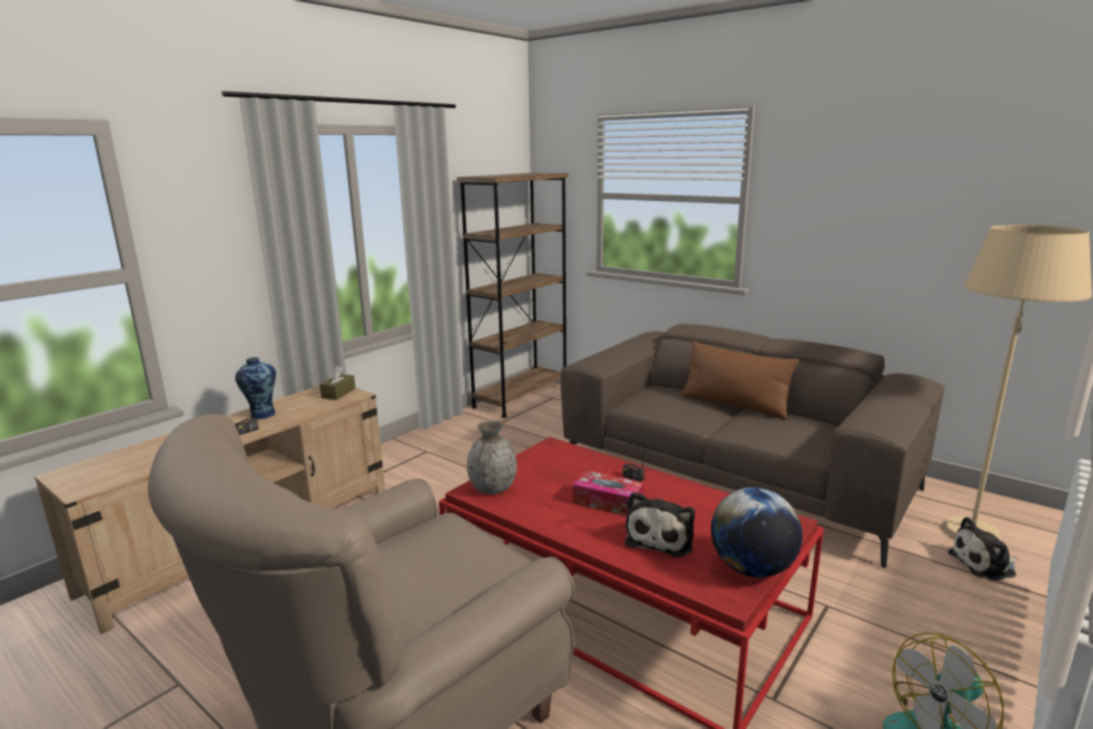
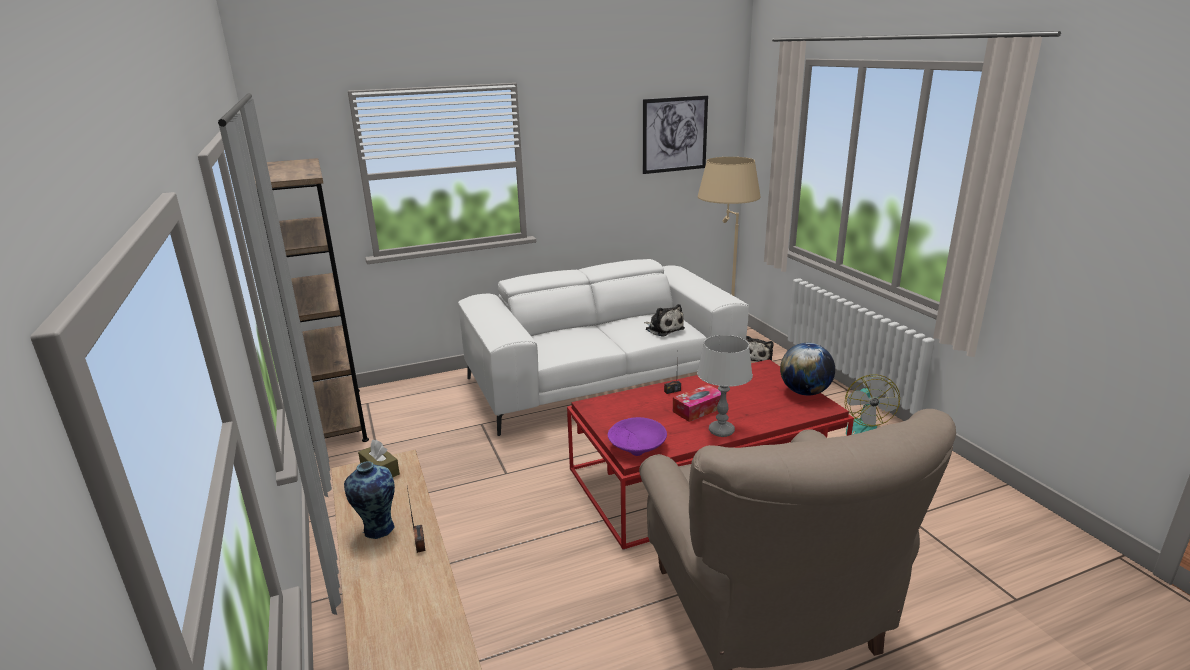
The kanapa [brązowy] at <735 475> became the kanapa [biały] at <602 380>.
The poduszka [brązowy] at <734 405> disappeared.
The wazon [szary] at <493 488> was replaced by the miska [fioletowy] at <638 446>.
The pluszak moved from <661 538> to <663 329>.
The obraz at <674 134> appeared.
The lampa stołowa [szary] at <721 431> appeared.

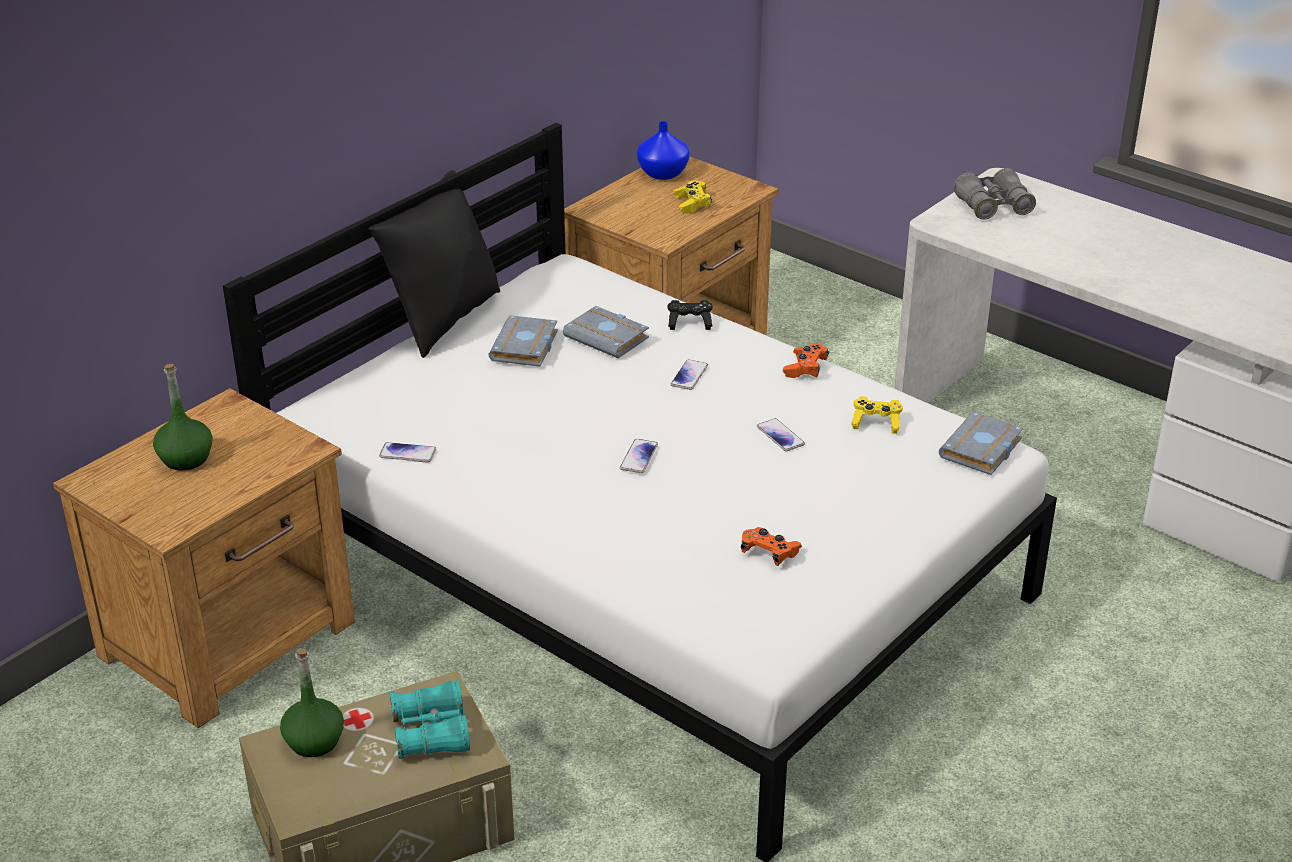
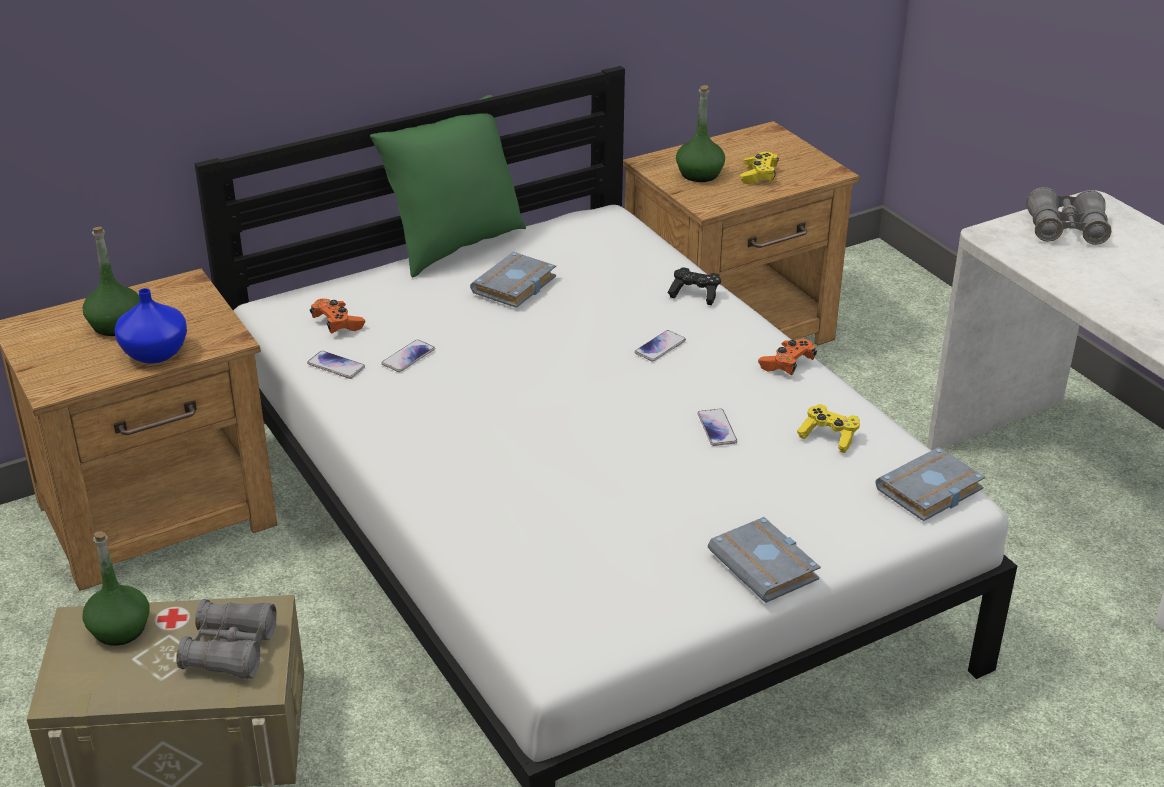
The wazon [niebieski] moved from <661 173> to <154 352>.
The poduszka [czarny] at <442 320> became the poduszka [zielony] at <454 245>.
The książka [szary] moved from <609 337> to <767 566>.
The telefon moved from <638 457> to <408 357>.
The pad do gier [pomarańczowy] moved from <769 553> to <337 324>.
The lornetka [turkusowy] at <431 732> became the lornetka [szary] at <230 650>.
The butelka [zielony] at <699 174> appeared.

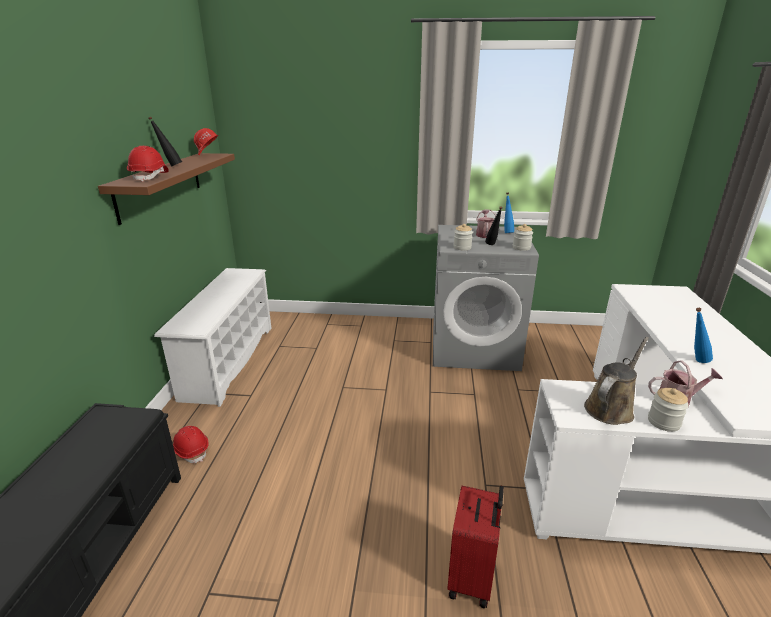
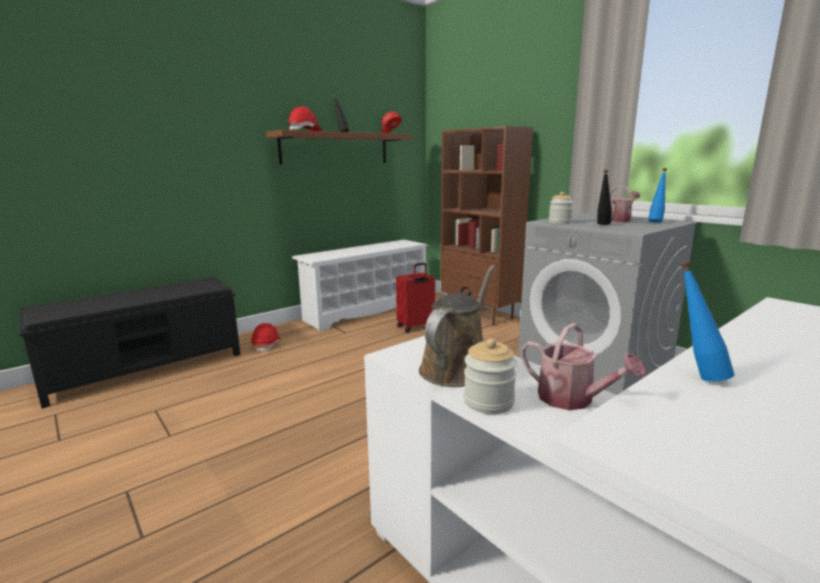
The słoik at <521 248> disappeared.
The konewka [brązowy] at <611 408> turned 60 degrees counterclockwise.
The walizka [czerwony] moved from <472 578> to <415 327>.
The regał [brązowy] at <480 314> appeared.

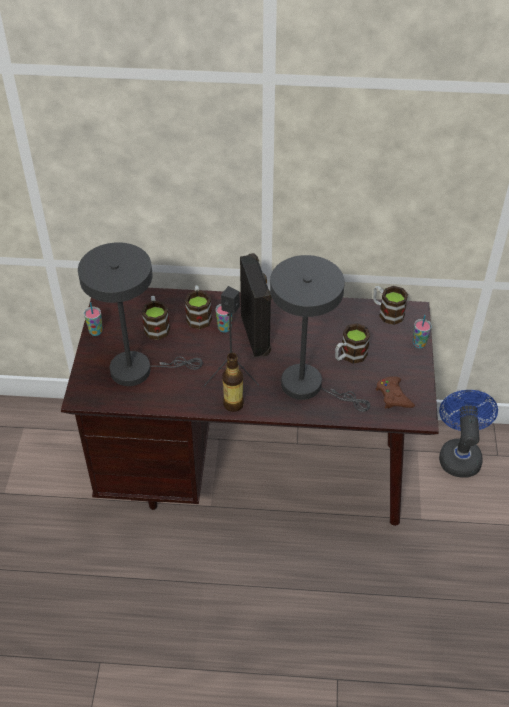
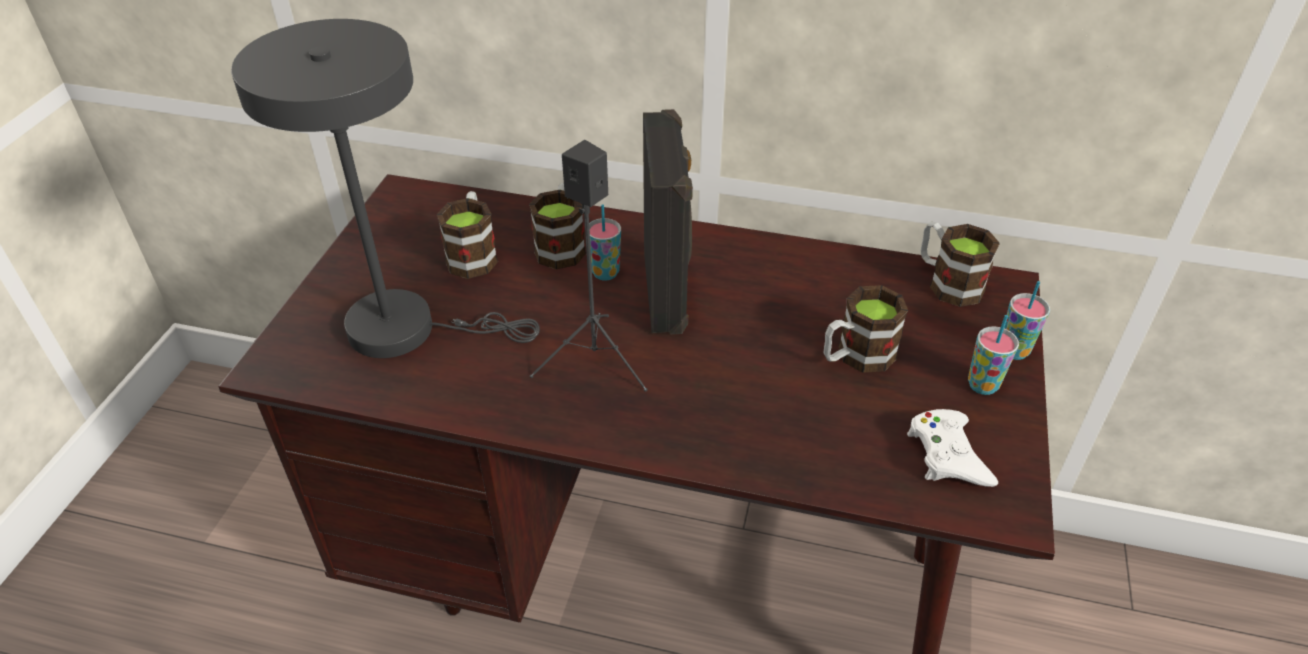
The lampa stołowa [szary] at <309 386> disappeared.
The filiżanka moved from <95 331> to <982 385>.
The butelka at <233 404> disappeared.
The pad do gier [brązowy] at <393 396> became the pad do gier [biały] at <948 455>.
The wentylator [niebieski] at <459 454> disappeared.

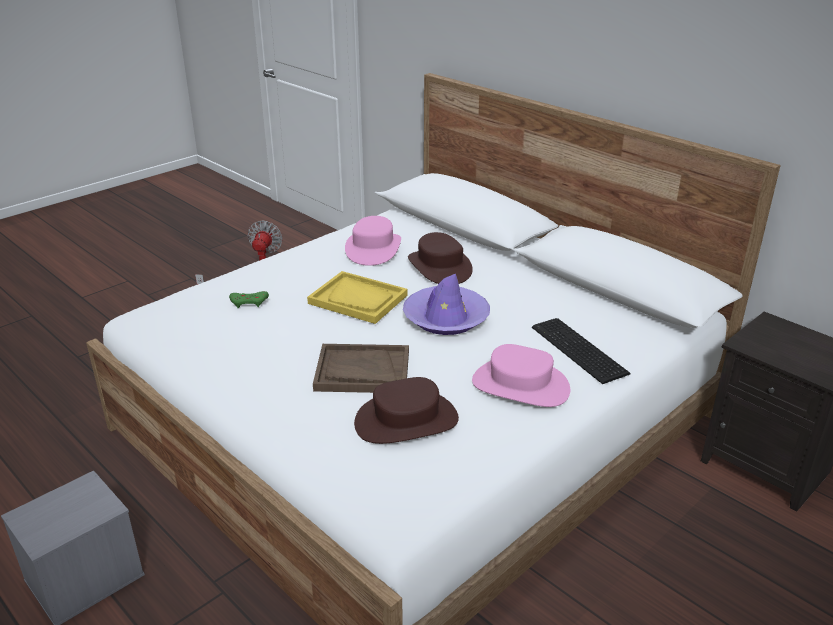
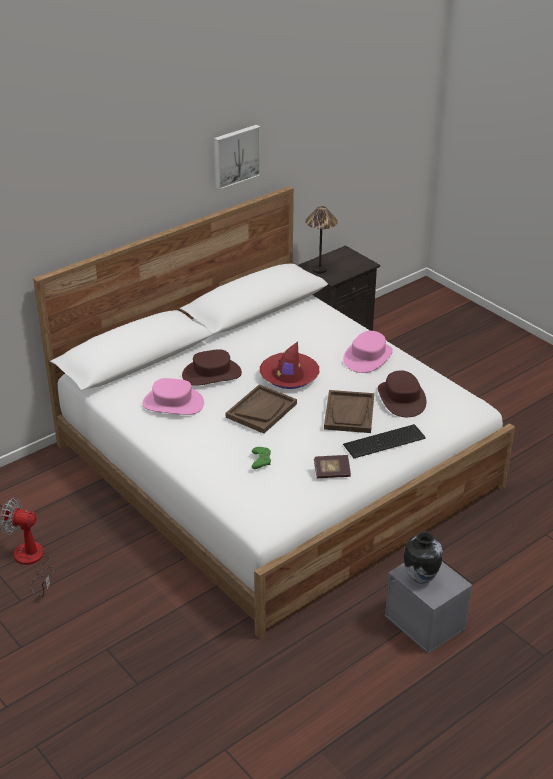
The taca [żółty] at <358 299> became the taca [brązowy] at <261 410>.
The kapelusz [fioletowy] at <446 318> became the kapelusz [czerwony] at <289 376>.
The klawiatura moved from <578 351> to <386 442>.
The obraz at <236 156> appeared.
The lampa stołowa at <320 270> appeared.
The książka at <332 472> appeared.
The wazon at <420 577> appeared.

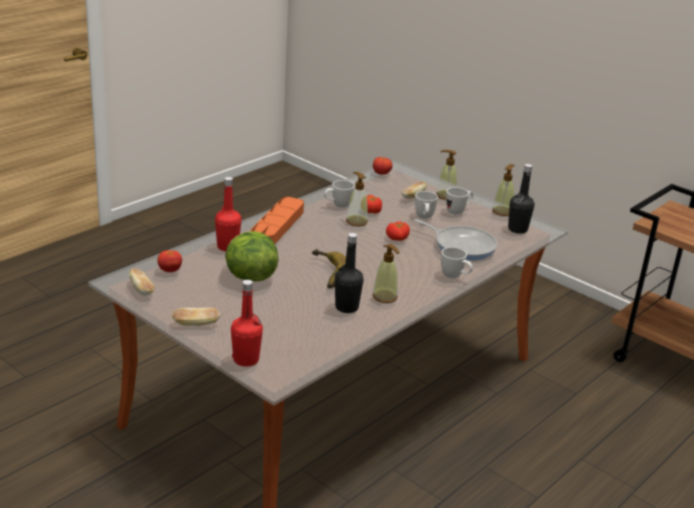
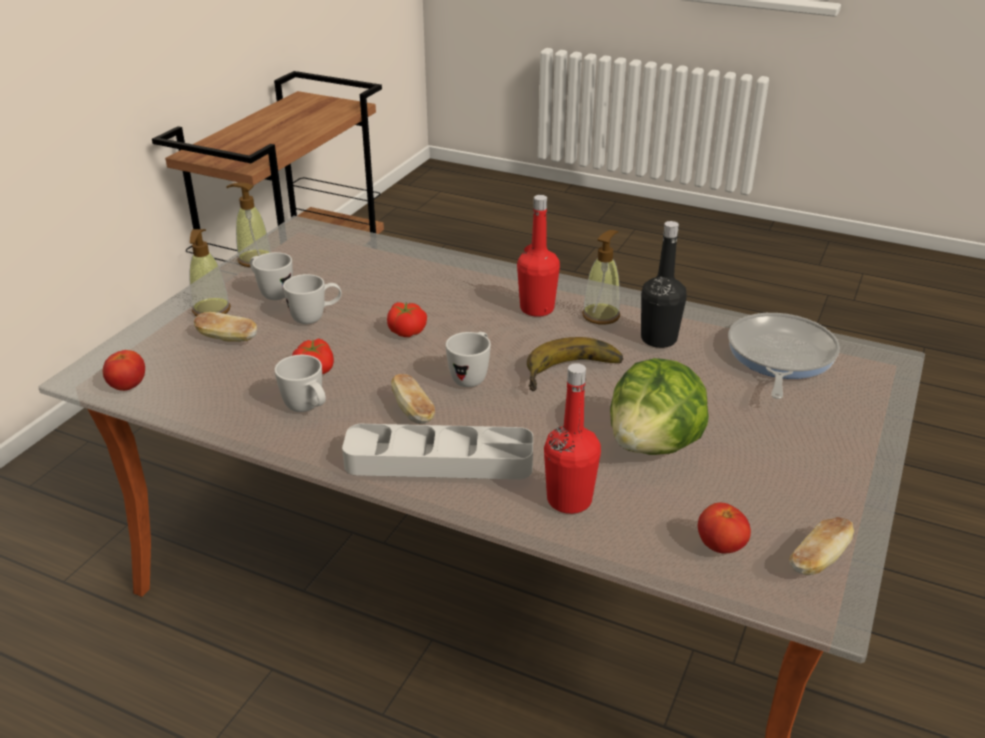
The butelka [czarny] at <517 229> disappeared.
The dozownik mydła at <356 221> disappeared.
The taca [pomarańczowy] at <277 226> became the taca [szary] at <439 460>.
The patelnia moved from <462 246> to <779 357>.
The kubek [biały] moved from <455 277> to <472 376>.
The butelka [czerwony] moved from <246 360> to <537 308>.
The chleb moved from <196 324> to <413 411>.

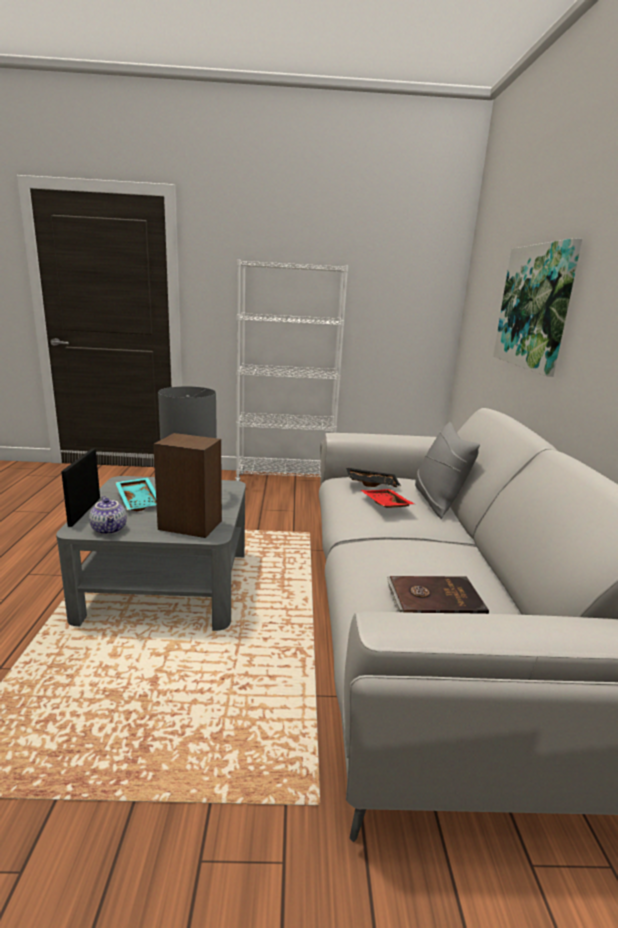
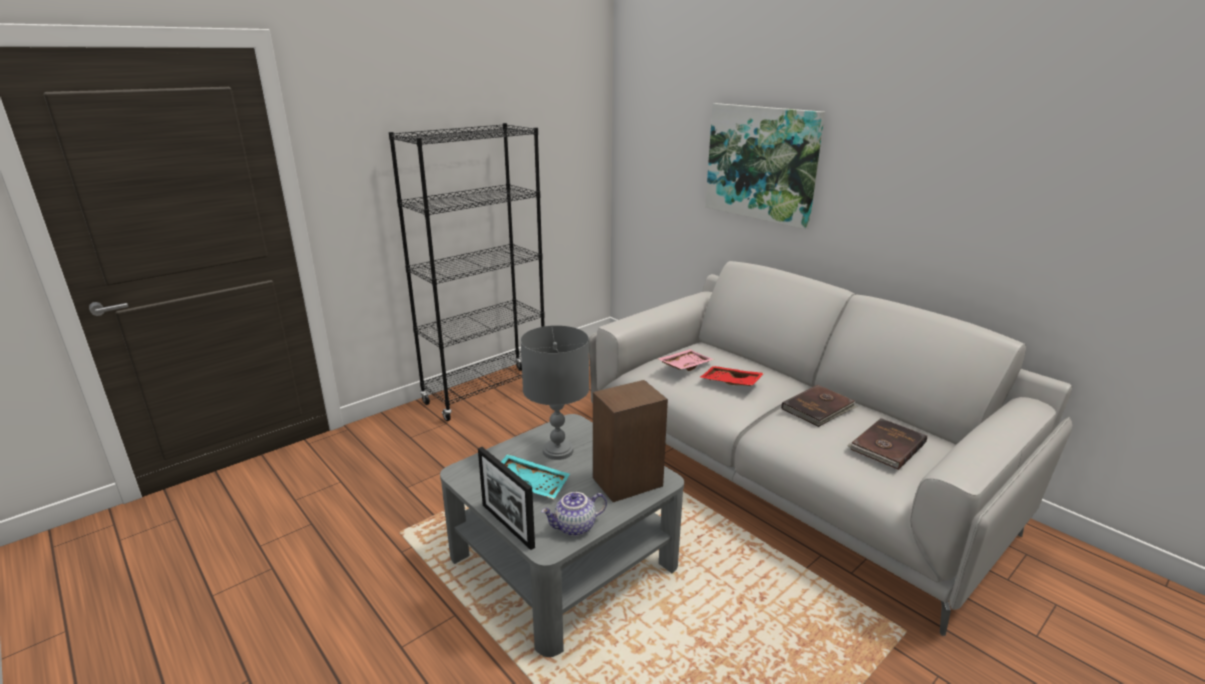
The regał [biały] at <285 482> became the regał [czarny] at <486 393>.
The poduszka [szary] at <438 501> disappeared.
The taca [czarny] at <372 483> became the taca [różowy] at <684 366>.
The imbryk at <110 529> turned 135 degrees clockwise.
The książka [brązowy] at <819 408> appeared.

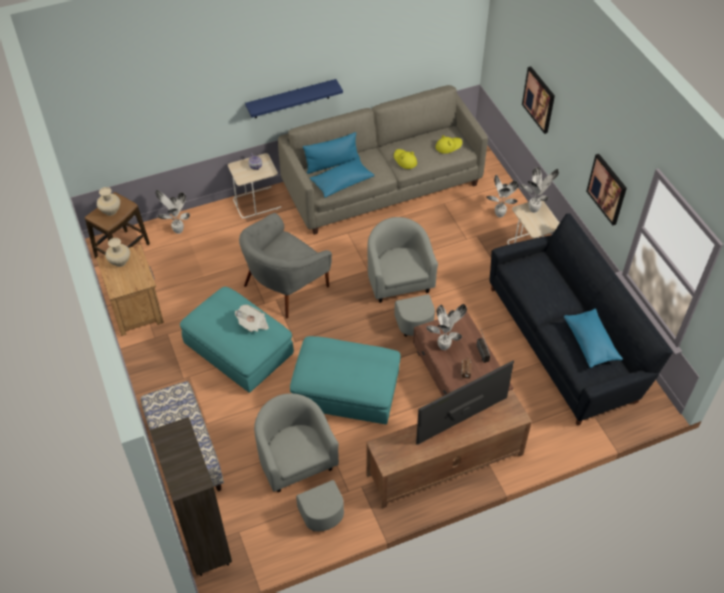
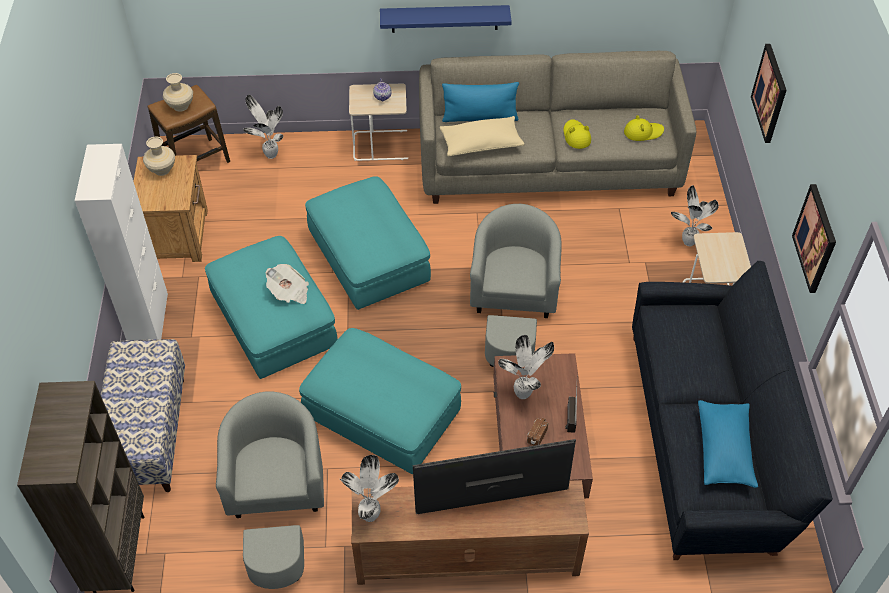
The poduszka [niebieski] at <342 183> became the poduszka [beżowy] at <481 144>.
The roślina doniczkowa moved from <535 209> to <371 516>.
The fotel [szary] at <285 285> was replaced by the pufa [turkusowy] at <367 257>.
The szafka [biały] at <149 320> appeared.

